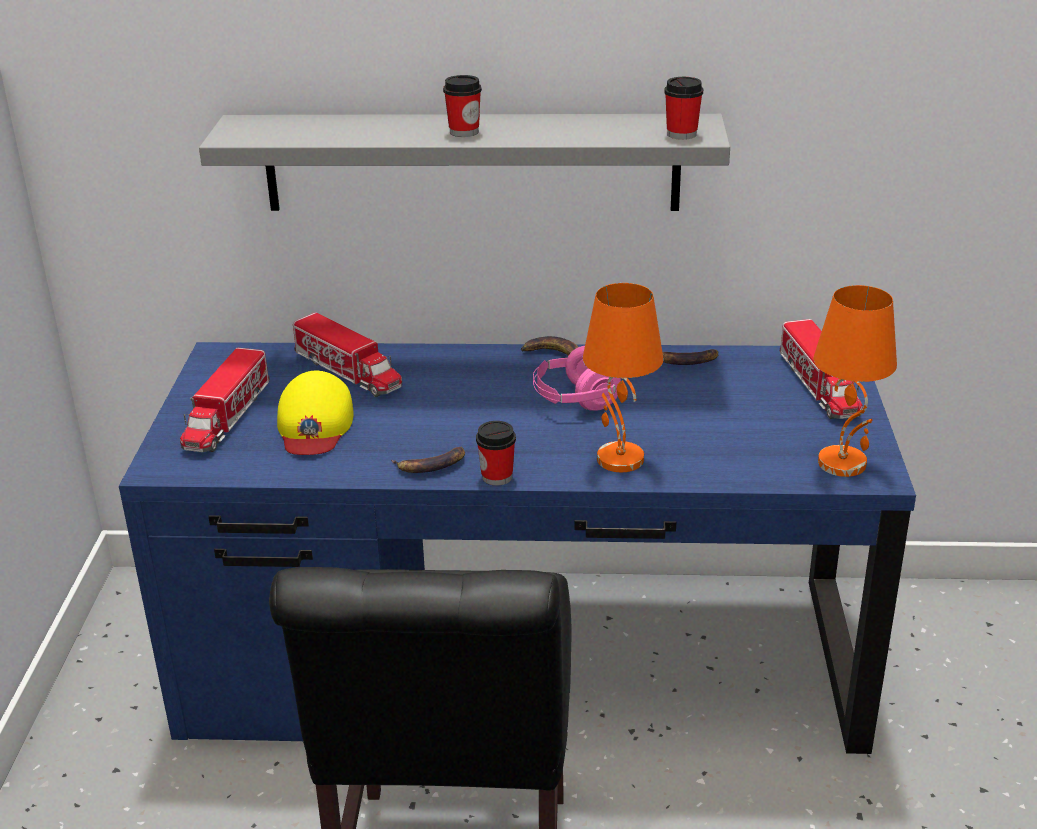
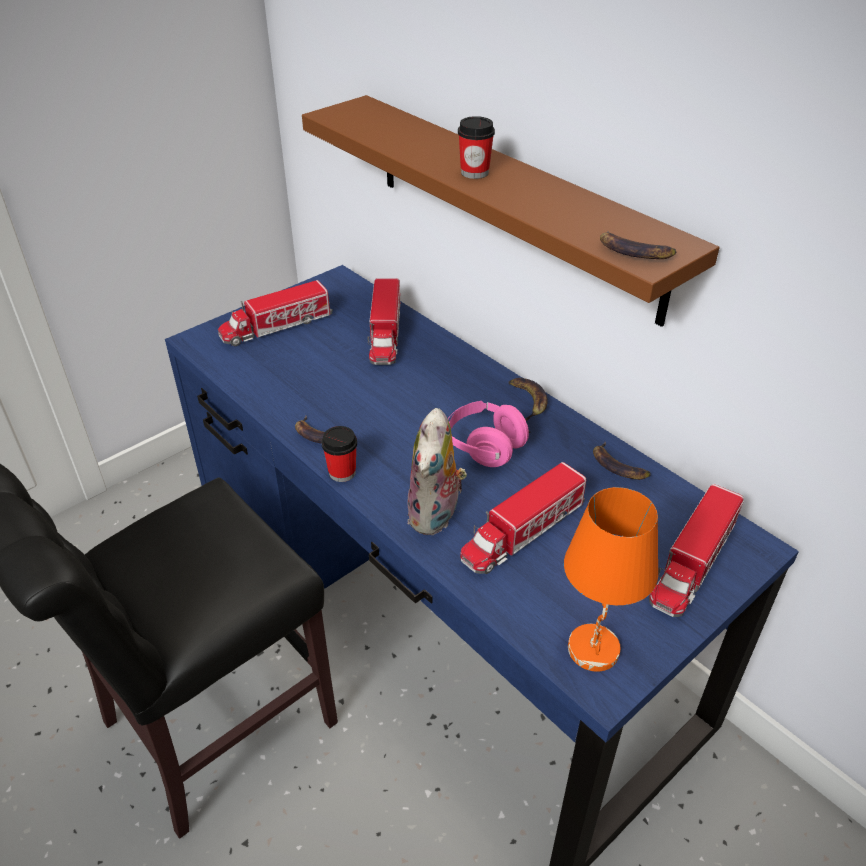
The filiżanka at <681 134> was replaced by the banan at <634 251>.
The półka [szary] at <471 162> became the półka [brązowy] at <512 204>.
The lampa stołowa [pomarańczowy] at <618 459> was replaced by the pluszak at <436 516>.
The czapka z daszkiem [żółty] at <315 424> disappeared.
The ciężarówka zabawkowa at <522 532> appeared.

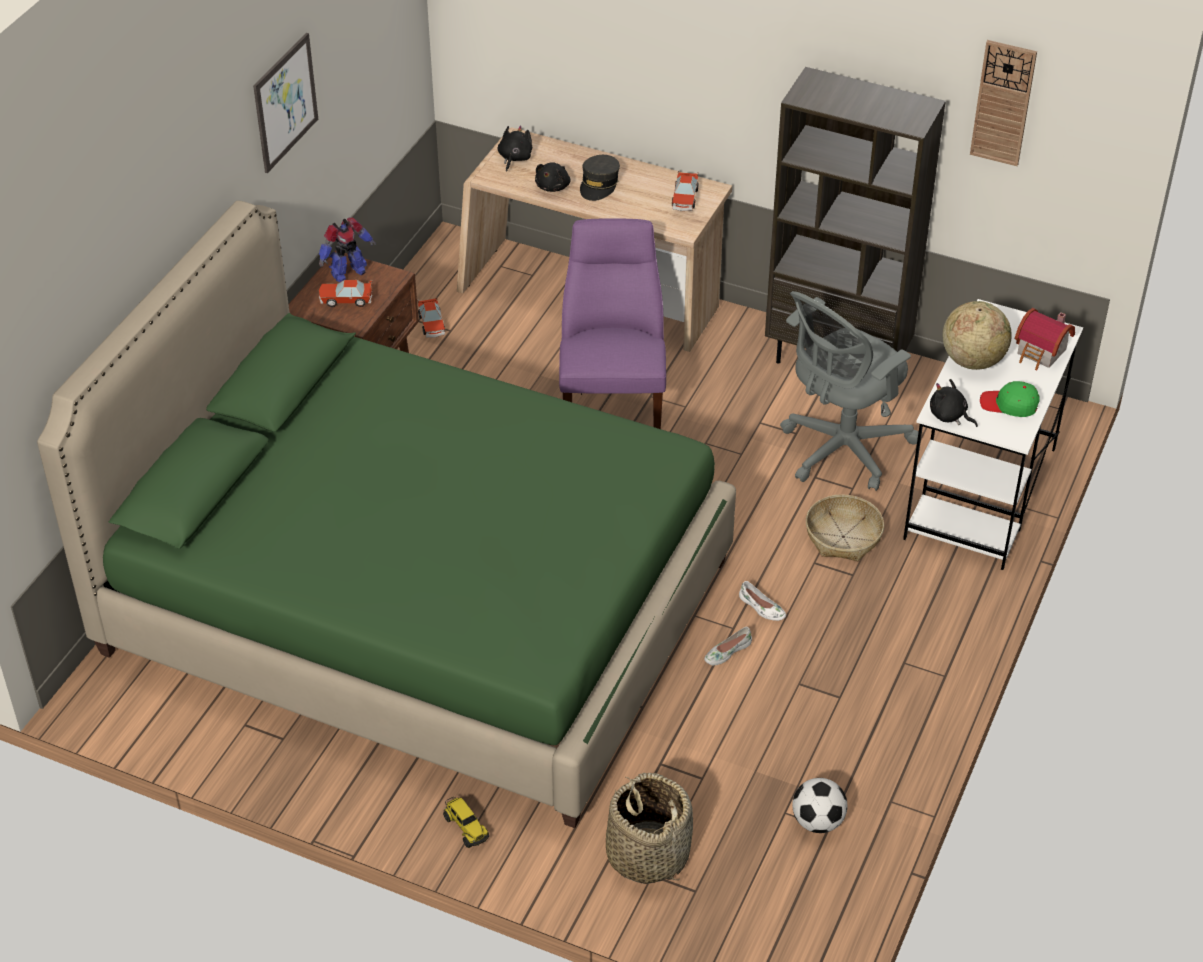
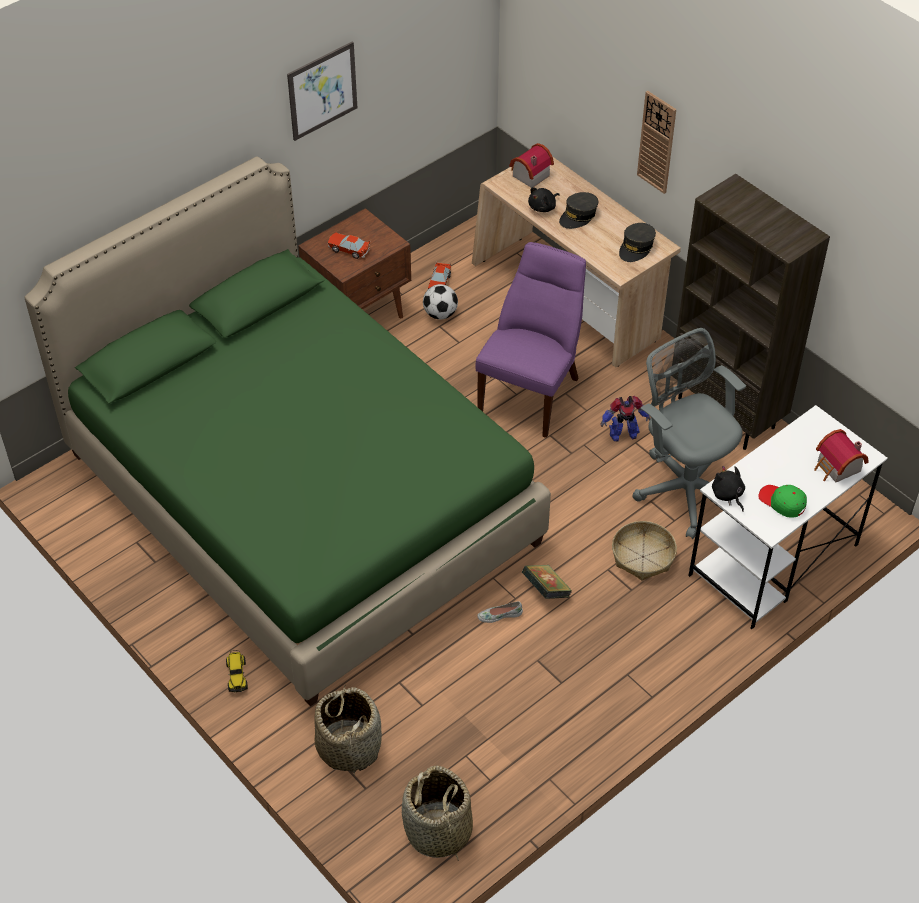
The zegar ścienny moved from <1003 103> to <657 142>.
The pluszak [czarny] at <514 158> was replaced by the domek at <528 175>.
The samochodzik at <684 199> was replaced by the czapka z daszkiem [szary] at <636 247>.
The robot zabawkowy moved from <347 273> to <622 434>.
The krzesło biurowe [szary] at <841 451> turned 75 degrees clockwise.
The globus at <972 360> disappeared.
The but [biały] at <761 608> was replaced by the książka at <546 590>.
The piłka futbolowa moved from <817 821> to <440 314>.
The koszyk at <438 831> appeared.

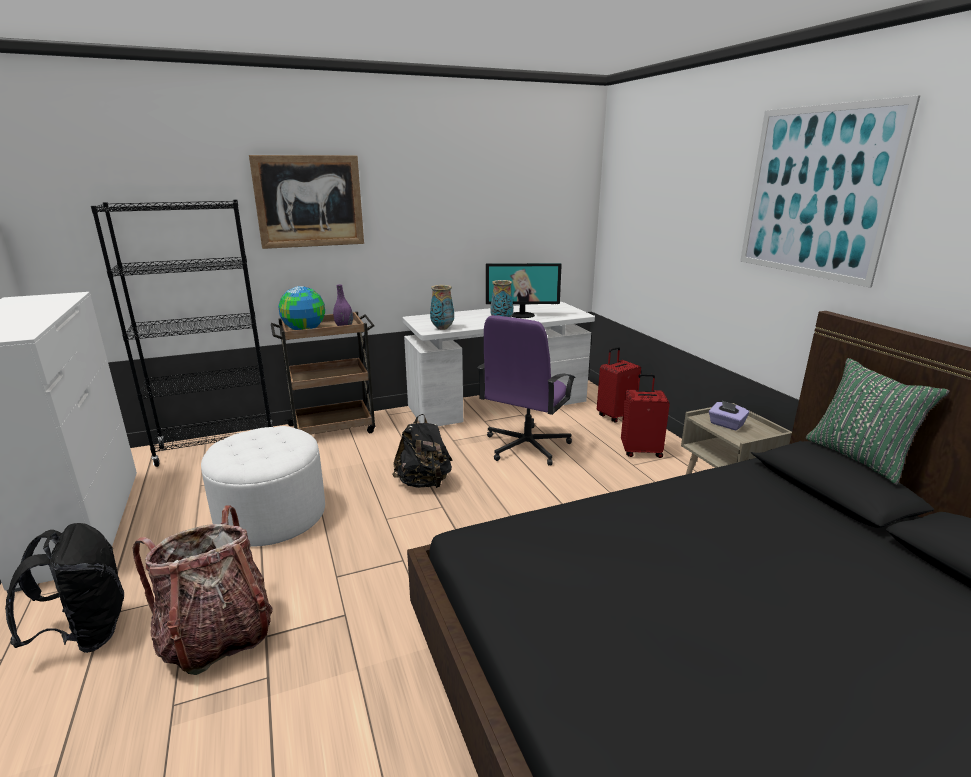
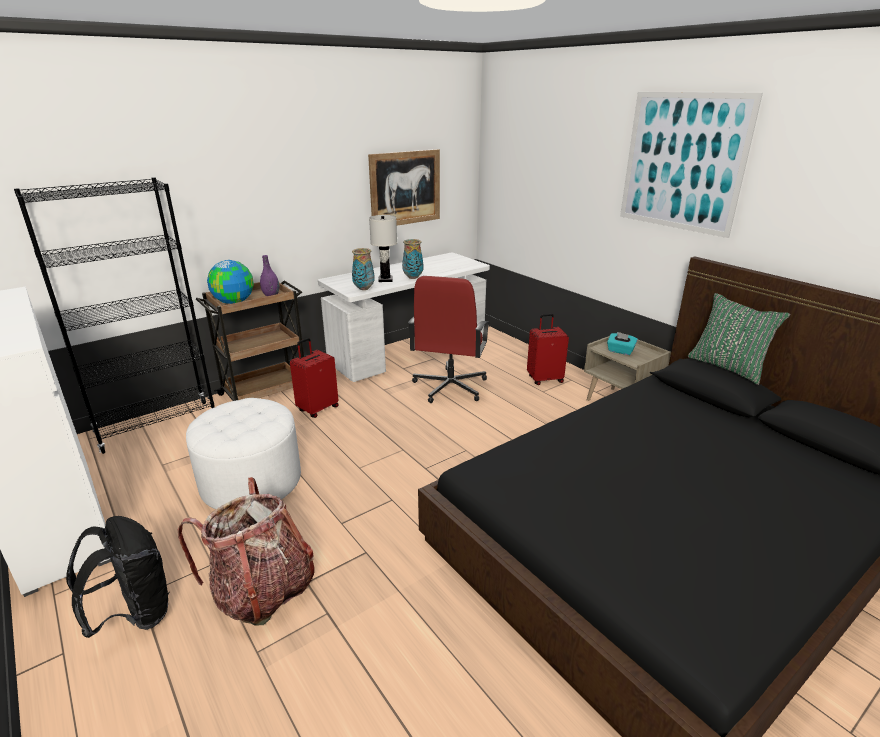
The obraz moved from <309 201> to <405 188>.
The monitor at <522 315> disappeared.
The krzesło biurowe [fioletowy] at <525 446> became the krzesło biurowe [czerwony] at <449 387>.
The walizka [czerwony] moved from <615 416> to <317 409>.
The pudełko chusteczek [fioletowy] at <726 425> became the pudełko chusteczek [turkusowy] at <620 351>.
The plecak [czarny] at <424 483> disappeared.
The lampa stołowa [biały] at <385 279> appeared.

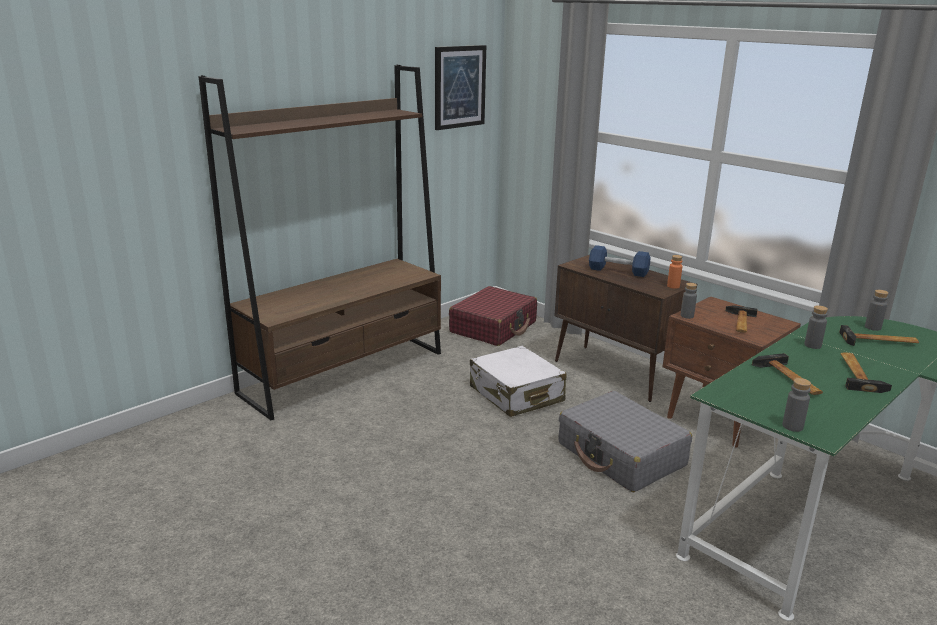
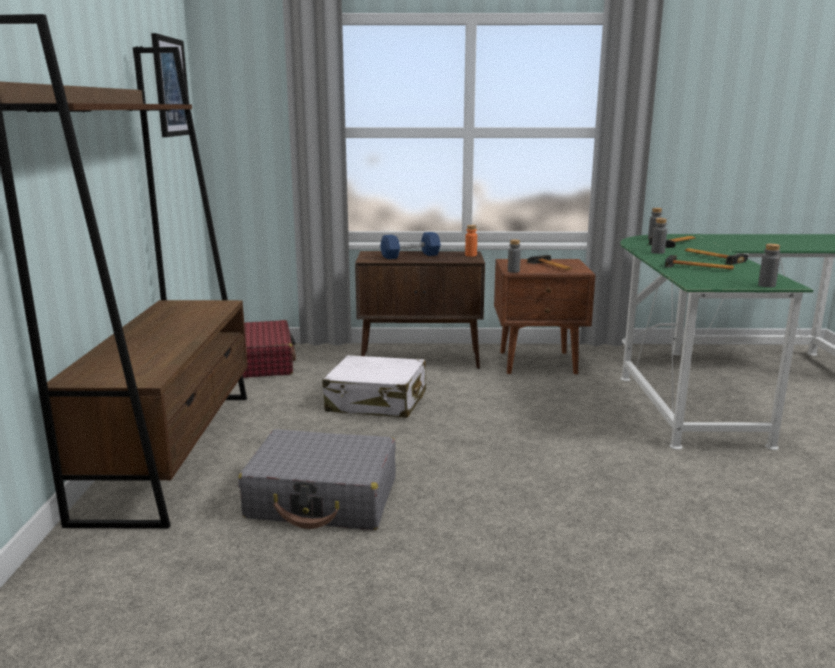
The walizka [szary] moved from <621 455> to <323 498>.

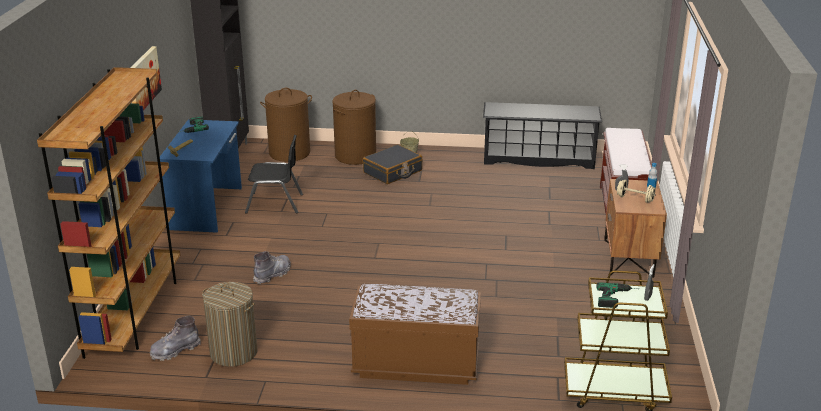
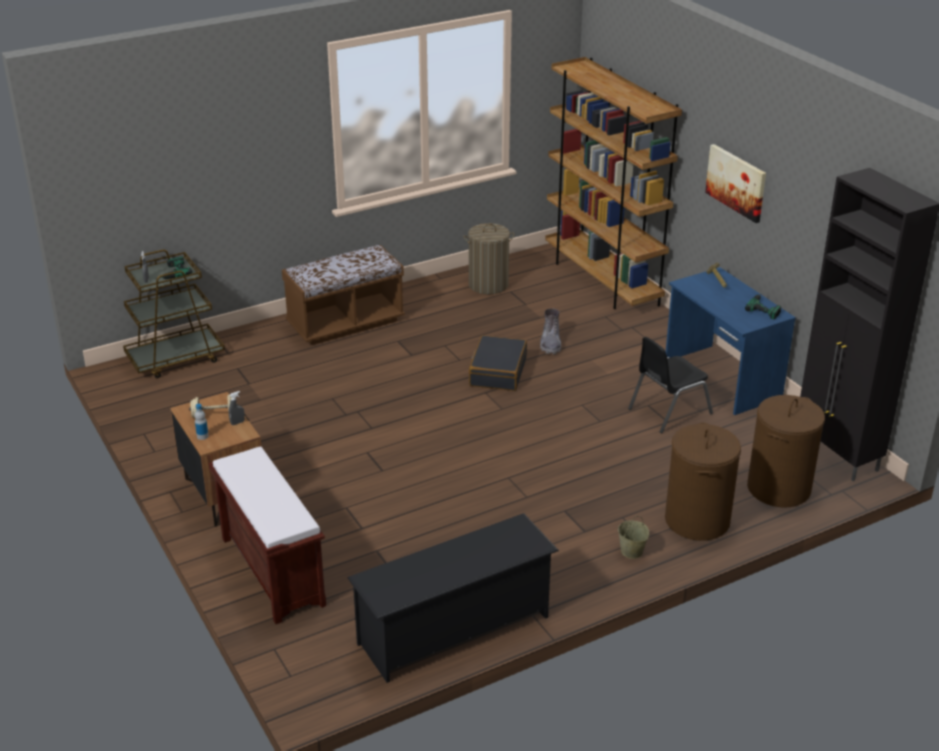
The walizka [czarny] moved from <393 172> to <497 372>.
The but z cholewką [szary] at <175 350> disappeared.

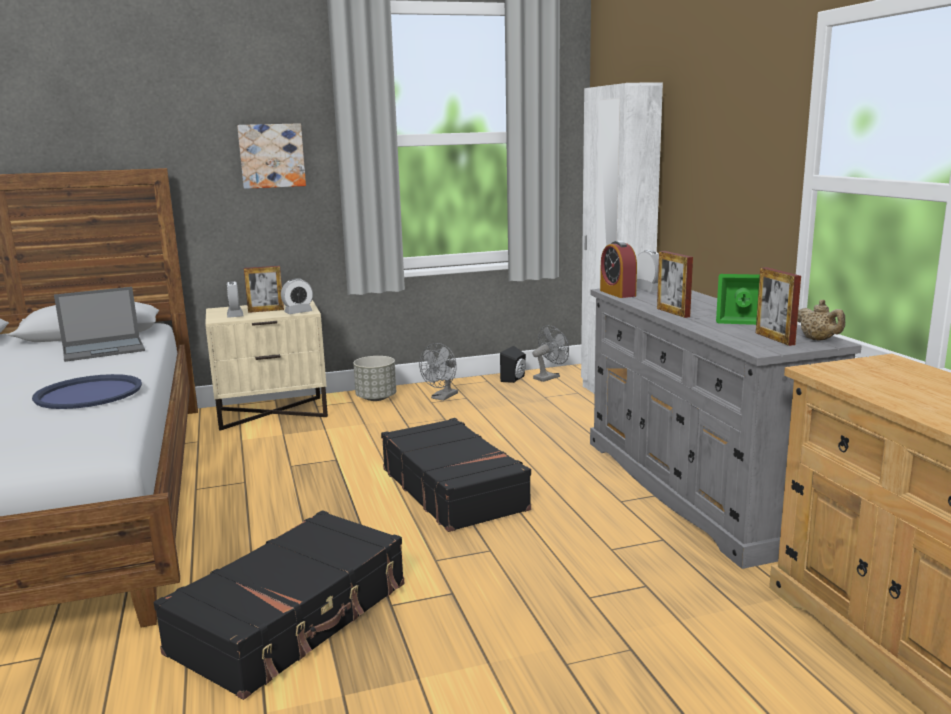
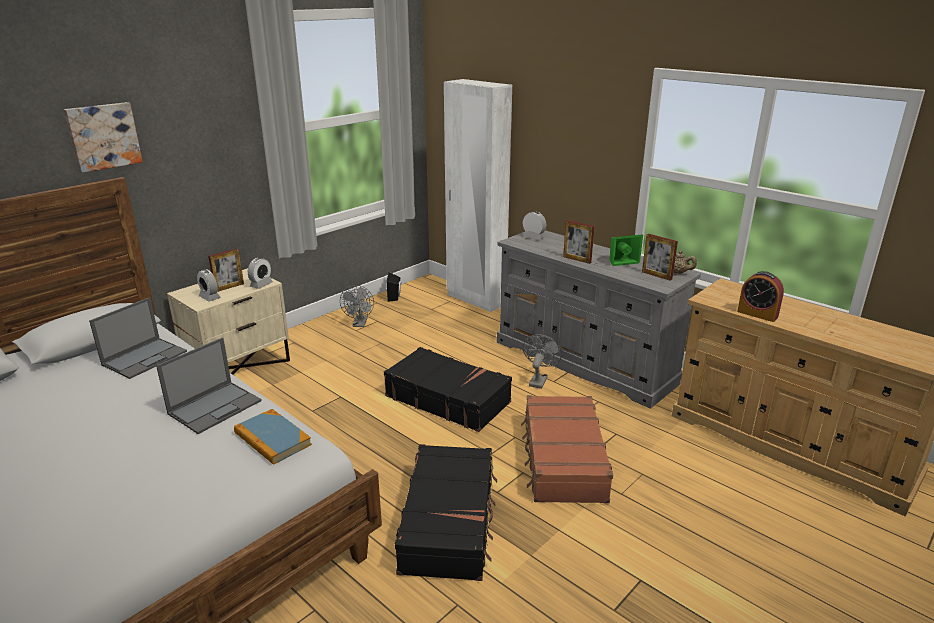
The obraz moved from <271 155> to <103 136>.
The budzik moved from <617 293> to <757 314>.
The wentylator [szary] moved from <549 377> to <538 380>.
The donica [szary] at <376 398> disappeared.
The taca [niebieski] at <88 393> was replaced by the laptop at <215 407>.
The walizka [brązowy] at <562 459> appeared.
The książka at <272 439> appeared.

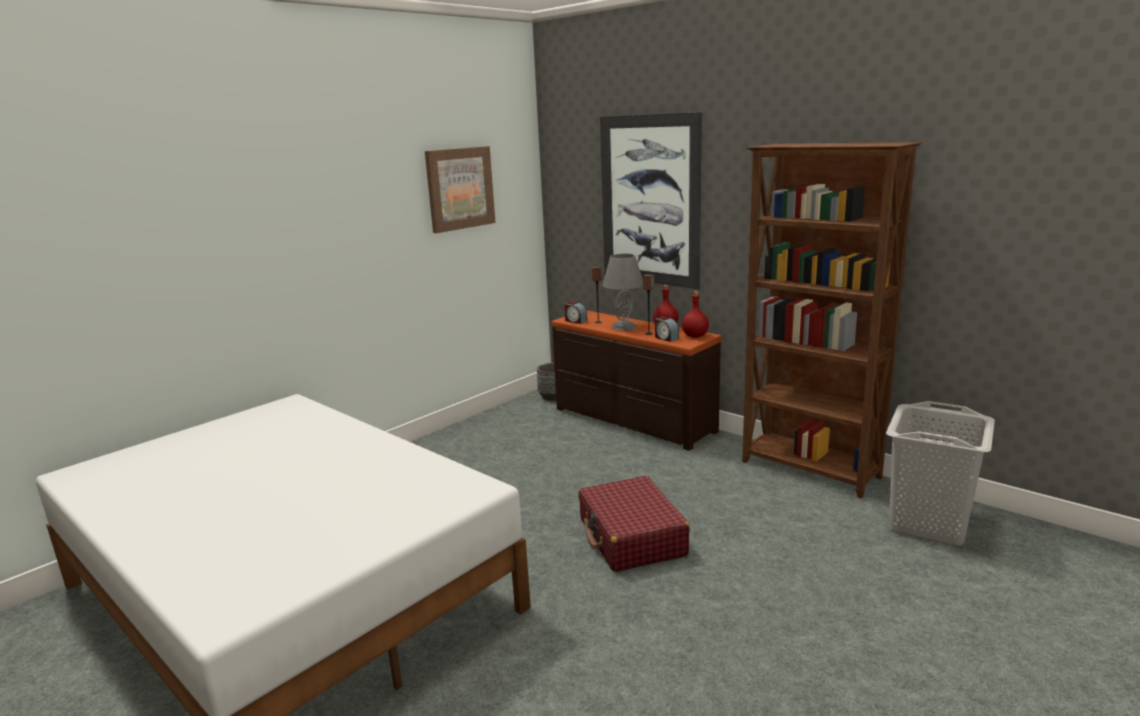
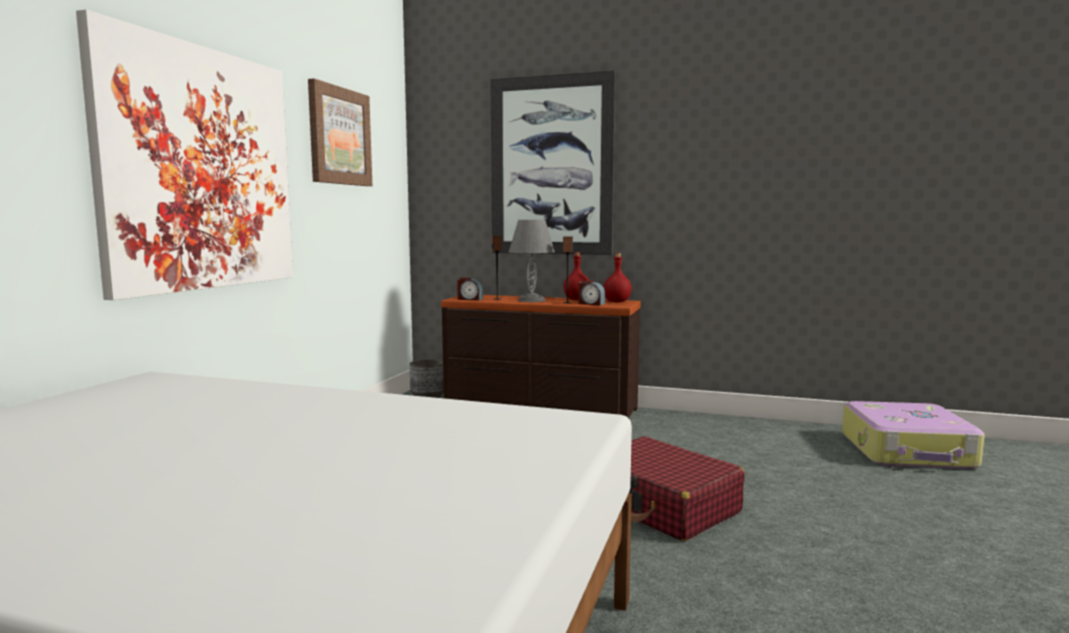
The regał [brązowy] at <810 470> disappeared.
The kosz na pranie [szary] at <929 524> was replaced by the walizka at <908 451>.
The obraz at <200 169> appeared.

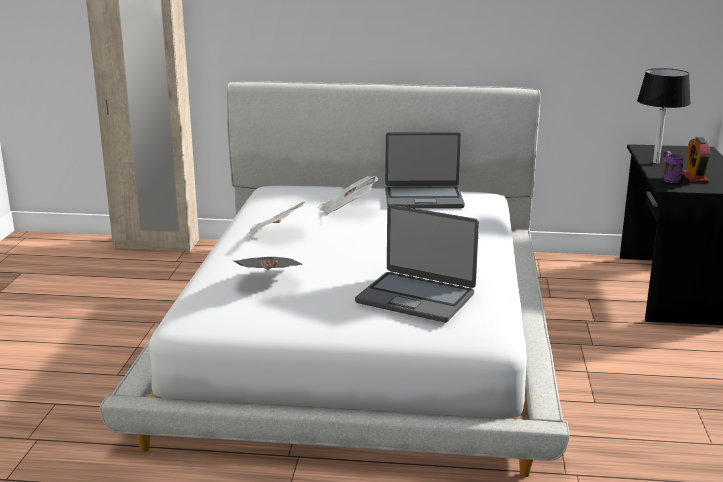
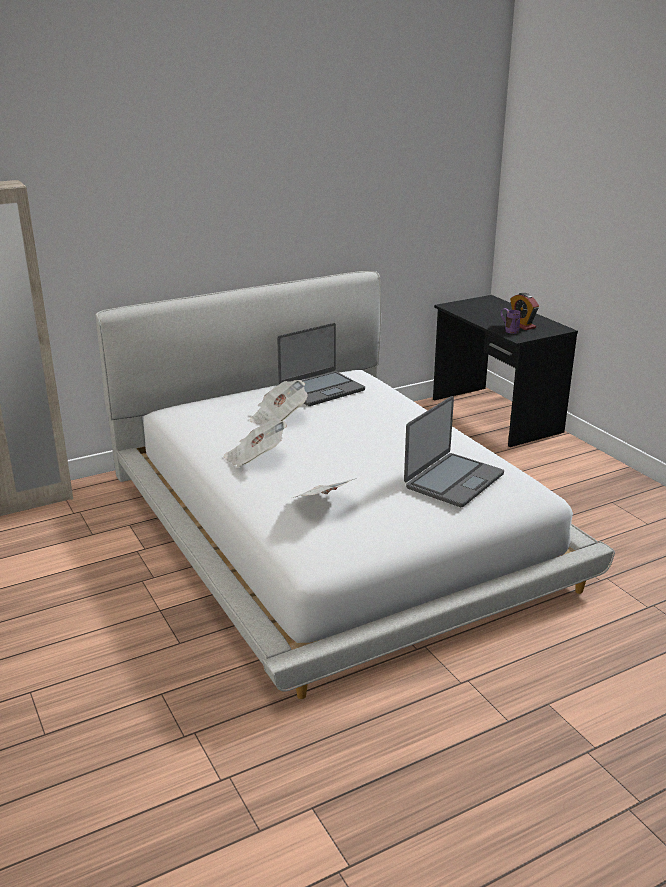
The lampa stołowa [czarny] at <656 162> disappeared.
The laptop at <416 298> turned 45 degrees counterclockwise.

